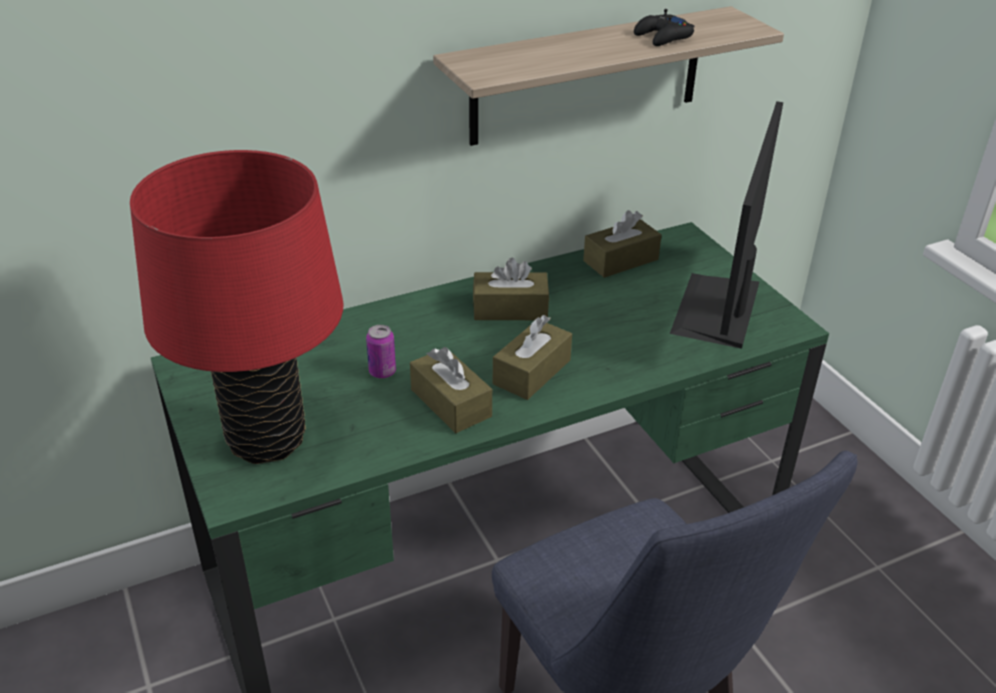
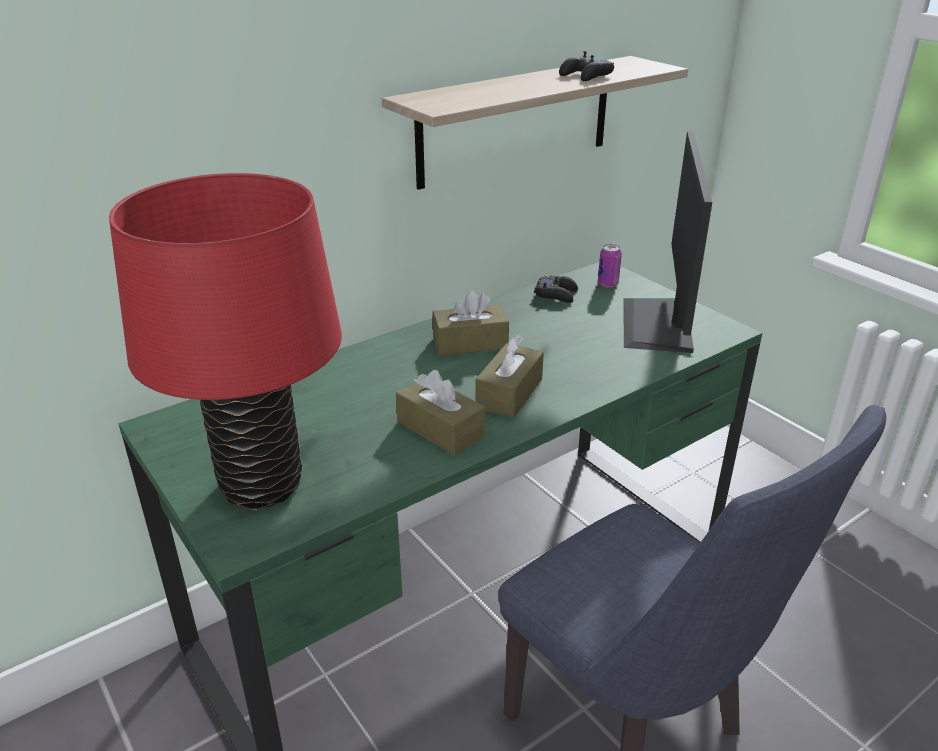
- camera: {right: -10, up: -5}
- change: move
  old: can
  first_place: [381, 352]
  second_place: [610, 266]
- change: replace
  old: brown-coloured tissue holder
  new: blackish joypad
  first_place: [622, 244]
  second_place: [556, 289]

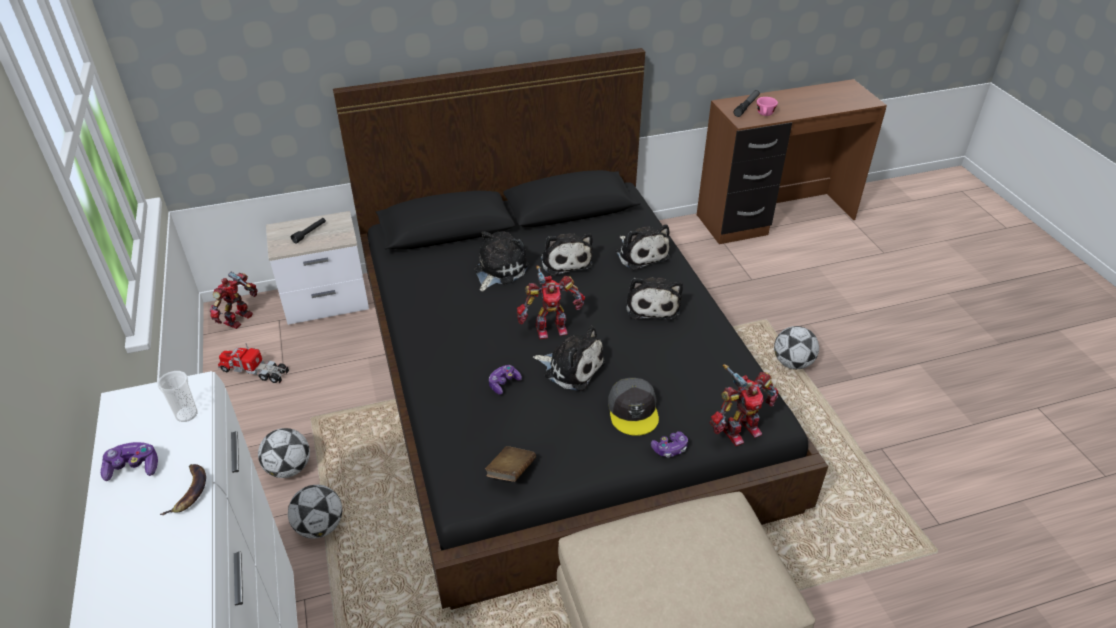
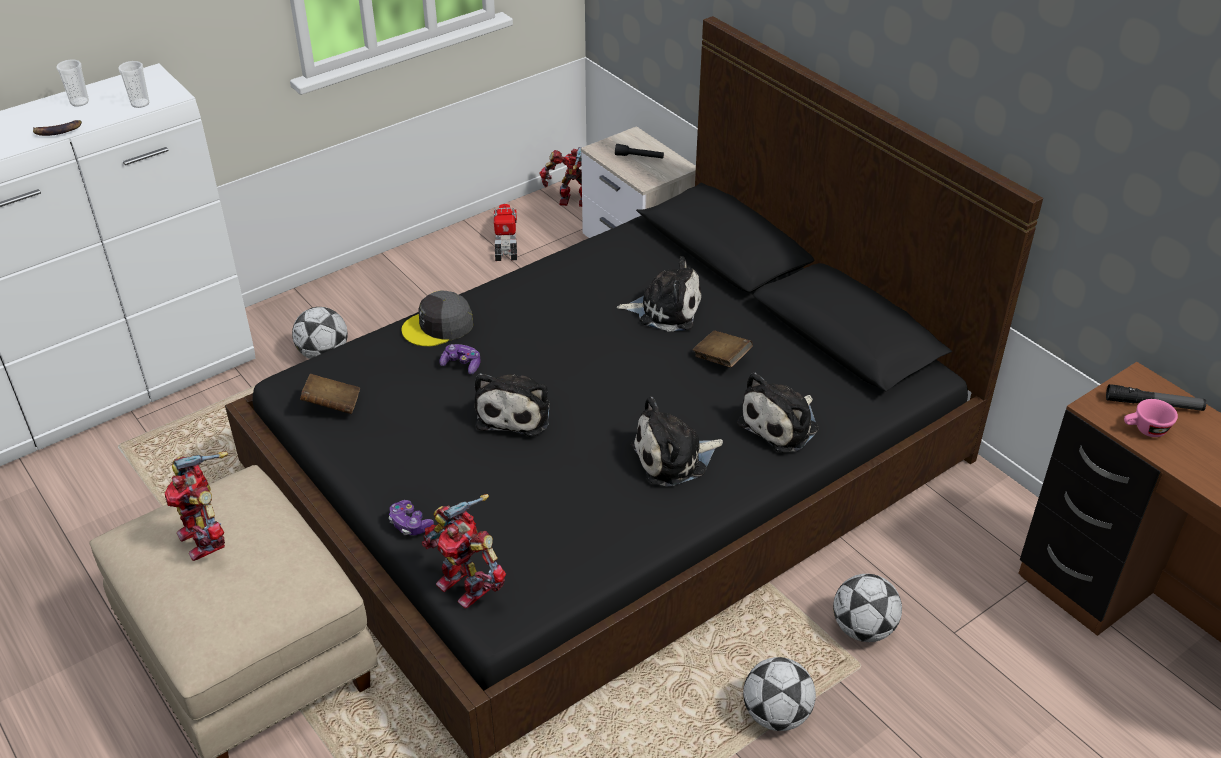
- camera: {right: 70, up: 0}
- change: replace
  old: joypad
  new: drinking cup
  first_place: [129, 461]
  second_place: [73, 83]
- change: move
  old: football ball
  first_place: [284, 453]
  second_place: [867, 608]
- change: move
  old: robot figure
  first_place: [551, 302]
  second_place: [196, 506]
- change: replace
  old: cuddly toy
  new: brown-coloured volume
  first_place: [567, 254]
  second_place: [723, 349]
- change: move
  old: greyish baseball cap
  first_place: [633, 407]
  second_place: [437, 318]

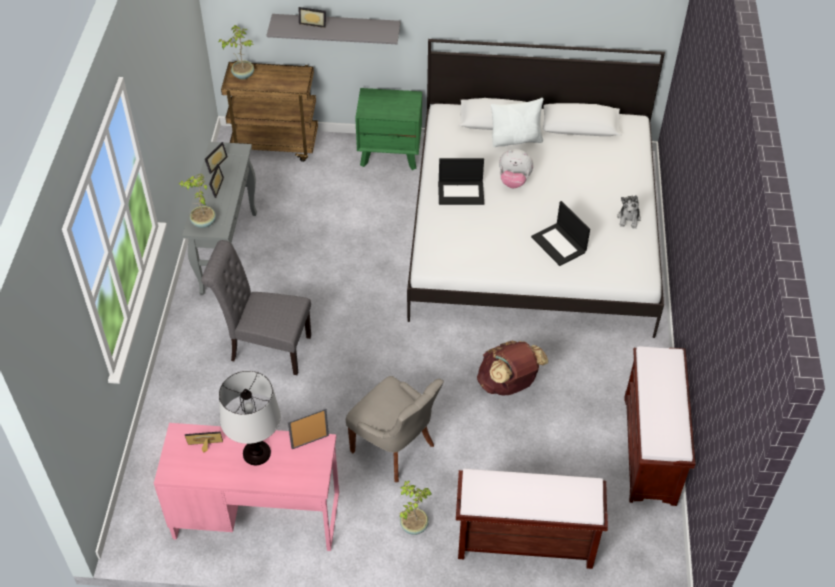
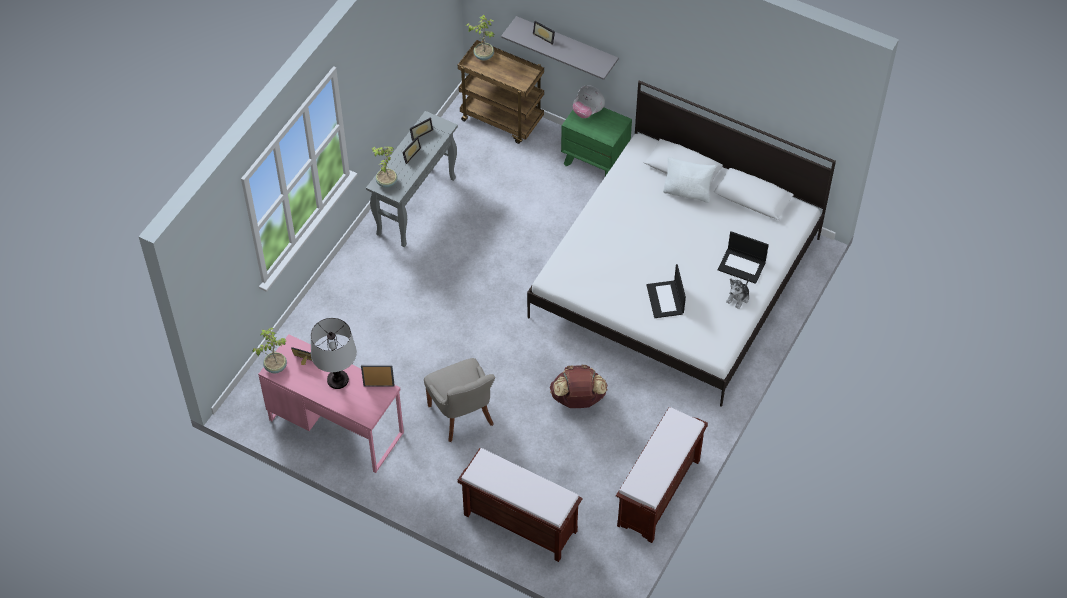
- camera: {right: 25, up: 5}
- change: delete
  old: greyish plain chair
  first_place: [256, 307]
- change: move
  old: plant in a pot
  first_place: [415, 507]
  second_place: [270, 350]
- change: move
  old: portable computer
  first_place: [461, 181]
  second_place: [743, 257]
- change: move
  old: cuddly toy
  first_place: [516, 168]
  second_place: [589, 101]

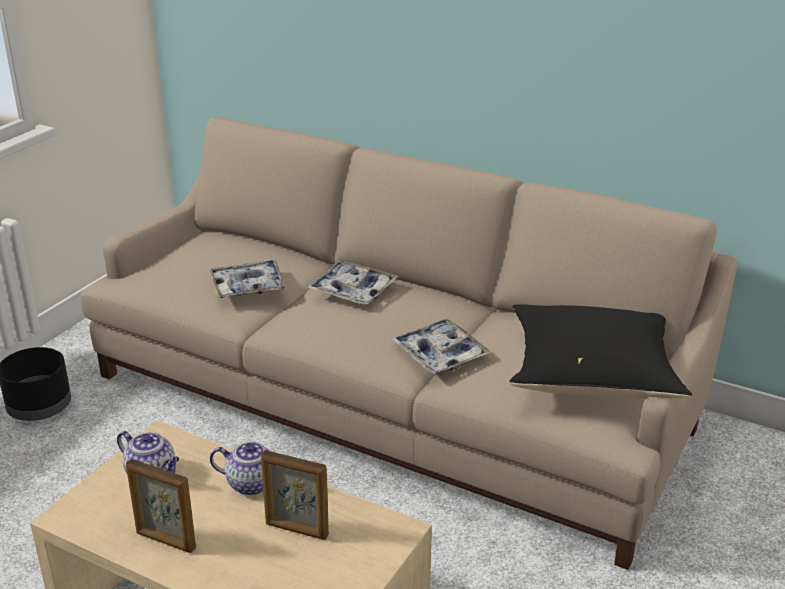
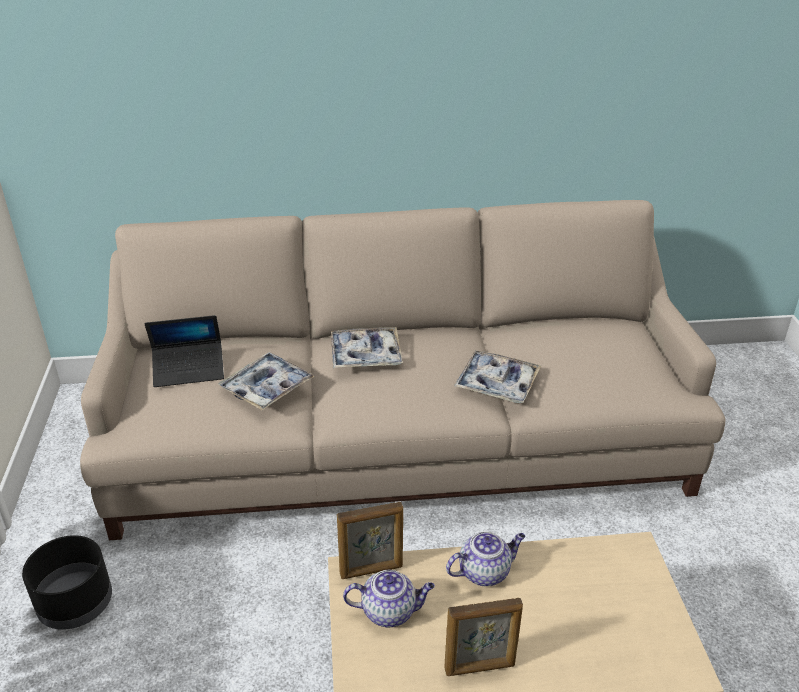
- camera: {right: -35, up: 5}
- change: move
  old: standing frame
  first_place: [295, 495]
  second_place: [370, 540]
- change: delete
  old: blackish throw pillow
  first_place: [600, 351]
- change: insert
  new: portable computer
  second_place: [184, 351]

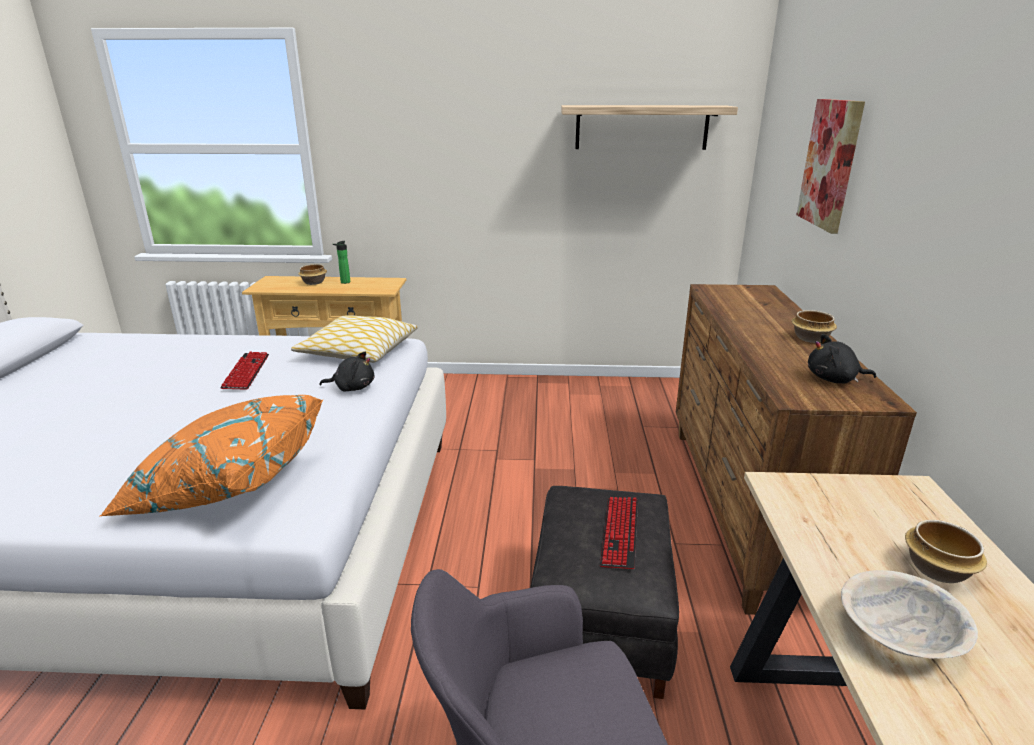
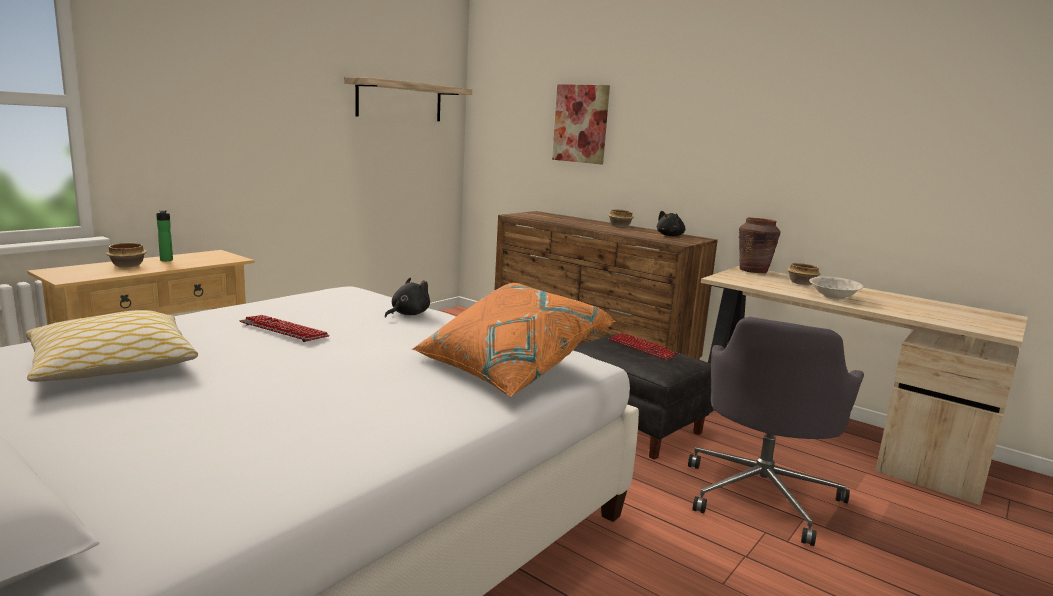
- camera: {right: -55, up: -10}
- change: move
  old: throw pillow
  first_place: [354, 339]
  second_place: [112, 346]
- change: insert
  new: brown-coloured flower vase
  second_place: [760, 245]

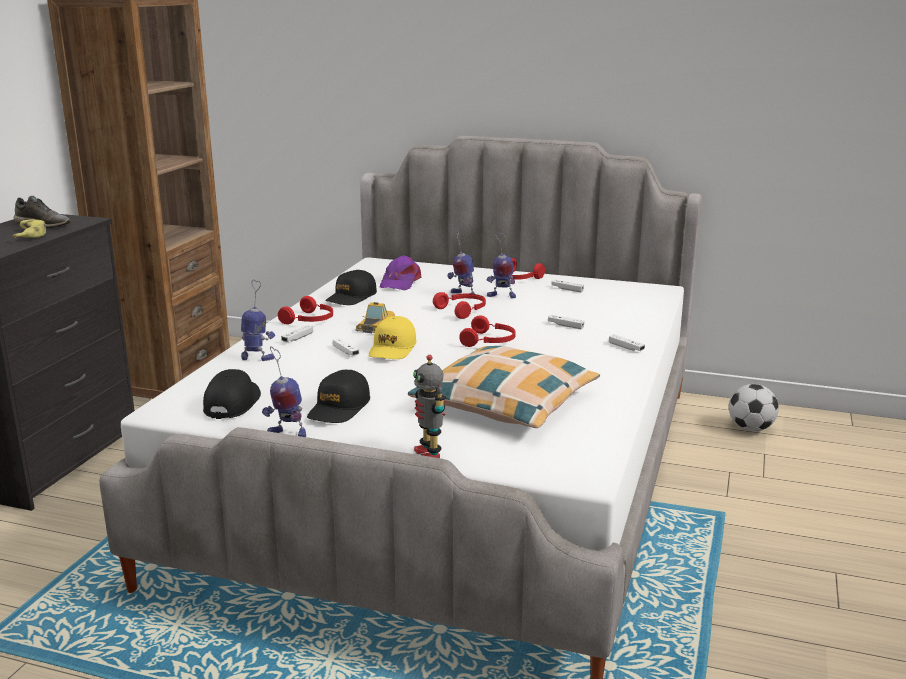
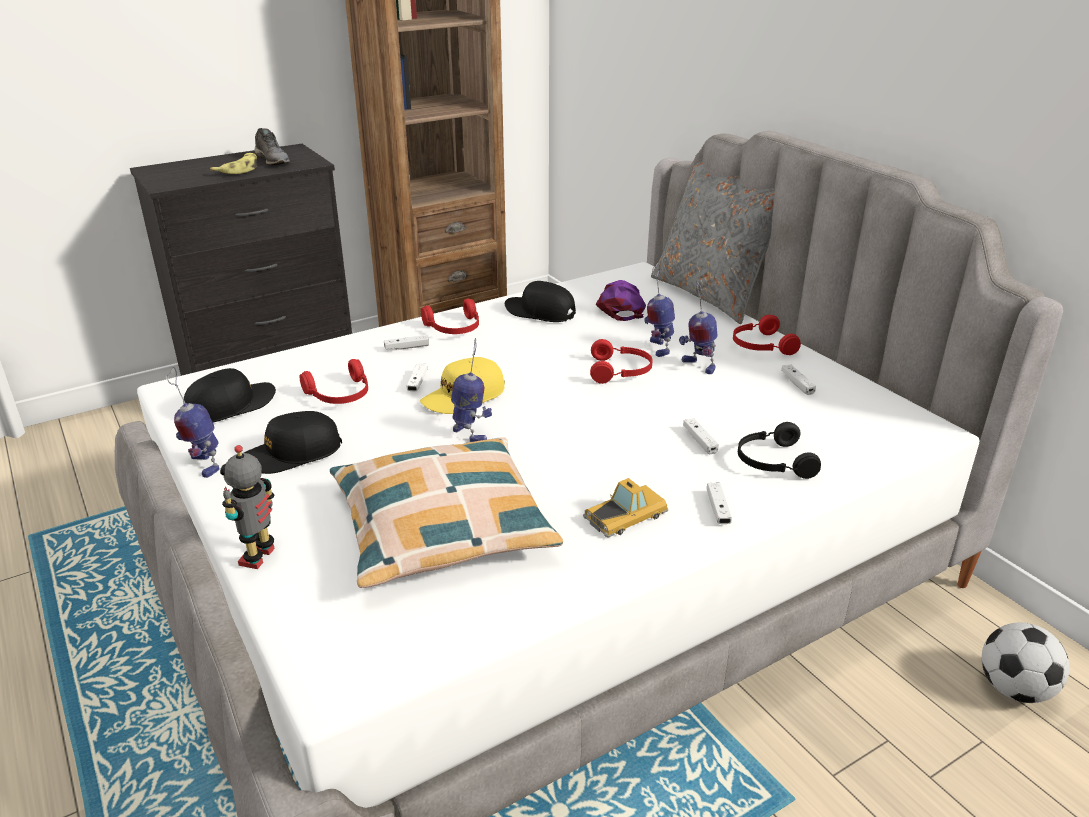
- camera: {right: 40, up: 10}
- change: move
  old: robot figure
  first_place: [258, 320]
  second_place: [471, 390]
- change: rotate
  old: blackish baseball cap
  first_place: [351, 287]
  second_place: [540, 301]
  degrees: 45
- change: move
  old: model car
  first_place: [375, 317]
  second_place: [625, 508]
- change: rotate
  old: purple baseball cap
  first_place: [400, 272]
  second_place: [621, 300]
  degrees: 120
- change: move
  old: red-coloured headset
  first_place: [487, 331]
  second_place: [334, 381]
- change: insert
  new: greyish throw pillow
  second_place: [713, 239]
- change: insert
  new: blackish headset
  second_place: [779, 450]

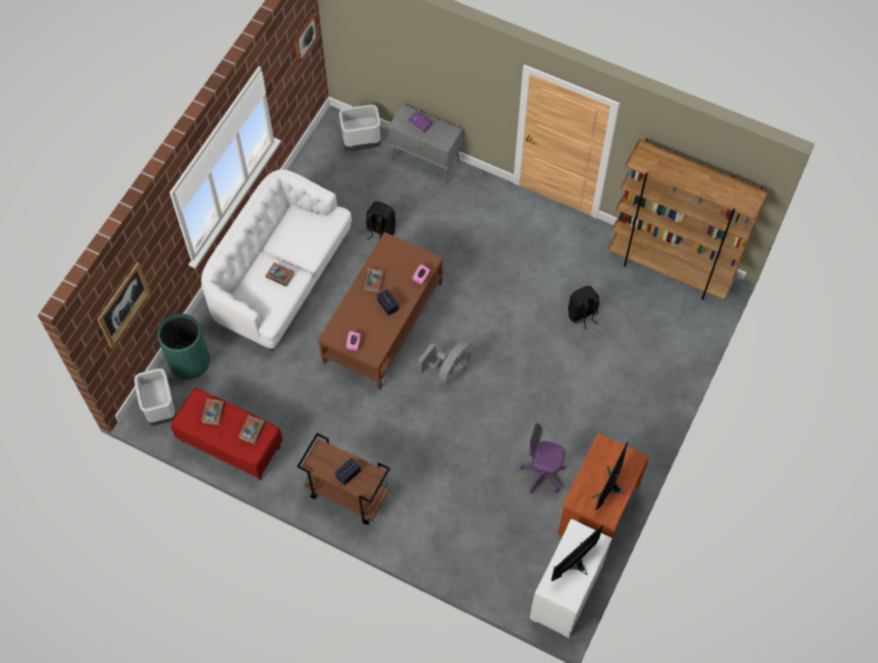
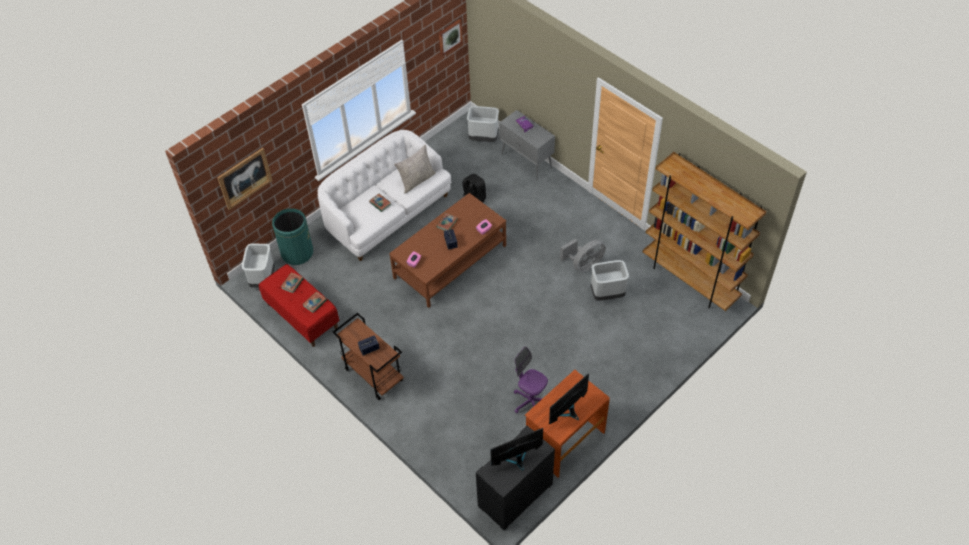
- camera: {right: 20, up: -10}
- change: move
  old: greyish cooling fan
  first_place: [445, 362]
  second_place: [583, 255]
- change: recolor
  old: whitish chest of drawers
  new: blackish chest of drawers
  first_place: [571, 578]
  second_place: [515, 478]
- change: replace
  old: blackish backpack
  new: greyish rubbish bin
  first_place: [583, 308]
  second_place: [610, 280]
- change: insert
  new: greyish throw pillow
  second_place: [415, 169]

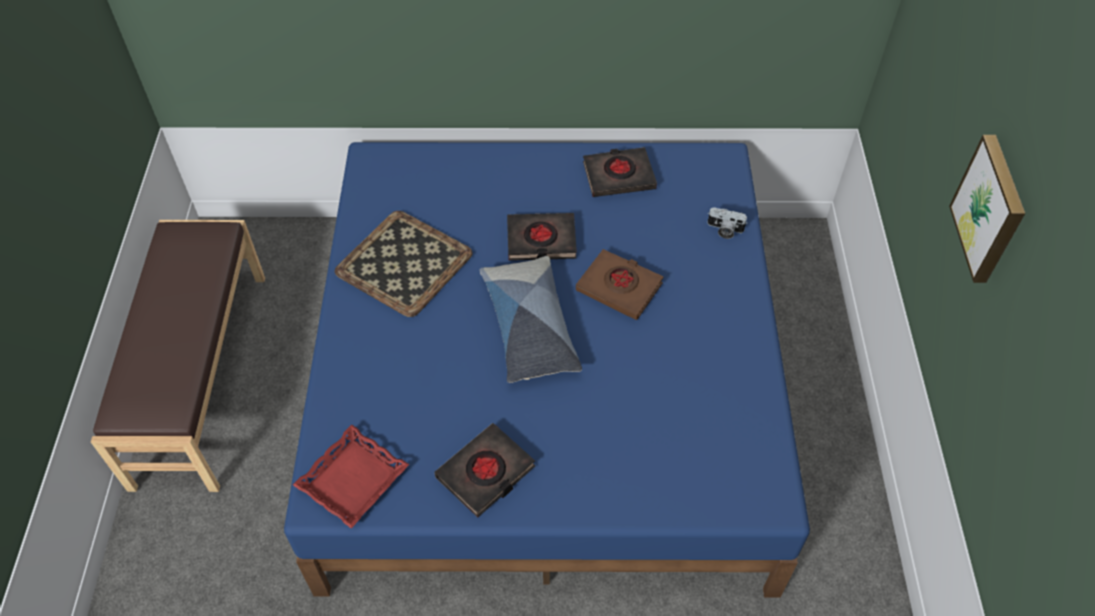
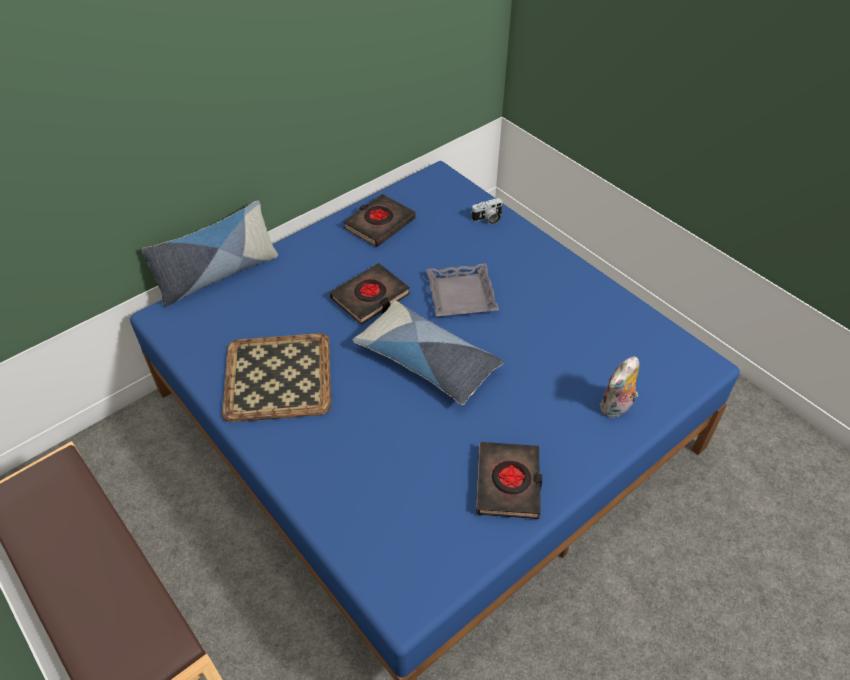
- camera: {right: -40, up: -5}
- change: delete
  old: red-coloured serving tray
  first_place: [351, 476]
- change: replace
  old: brown-coloured volume
  new: greyish serving tray
  first_place: [620, 284]
  second_place: [462, 290]
- change: delete
  old: wall art
  first_place: [987, 209]
- change: insert
  new: throw pillow
  second_place: [209, 254]
- change: insert
  new: cuddly toy
  second_place: [619, 387]

